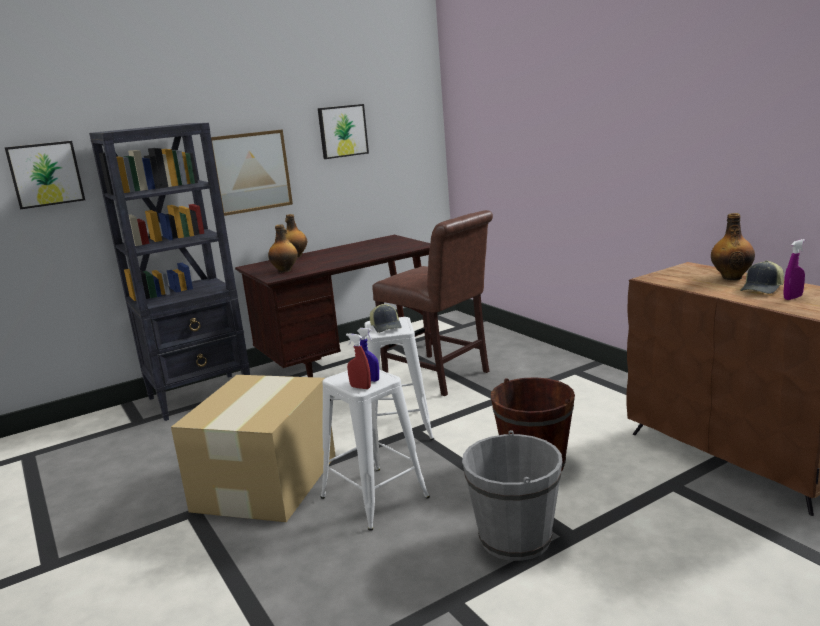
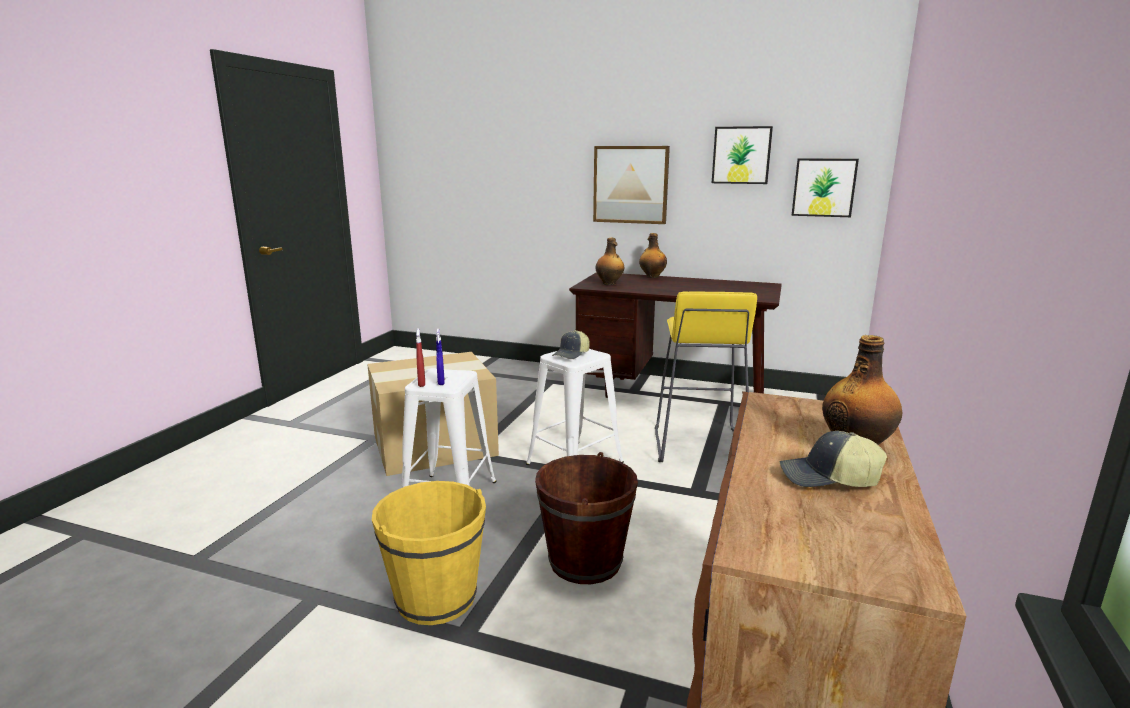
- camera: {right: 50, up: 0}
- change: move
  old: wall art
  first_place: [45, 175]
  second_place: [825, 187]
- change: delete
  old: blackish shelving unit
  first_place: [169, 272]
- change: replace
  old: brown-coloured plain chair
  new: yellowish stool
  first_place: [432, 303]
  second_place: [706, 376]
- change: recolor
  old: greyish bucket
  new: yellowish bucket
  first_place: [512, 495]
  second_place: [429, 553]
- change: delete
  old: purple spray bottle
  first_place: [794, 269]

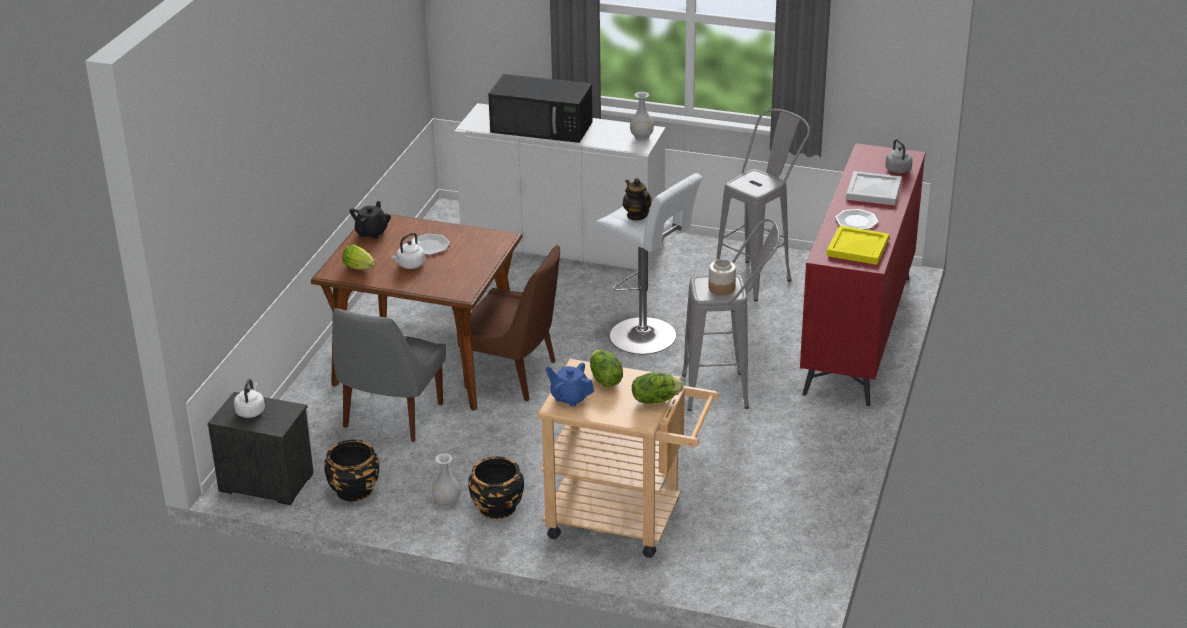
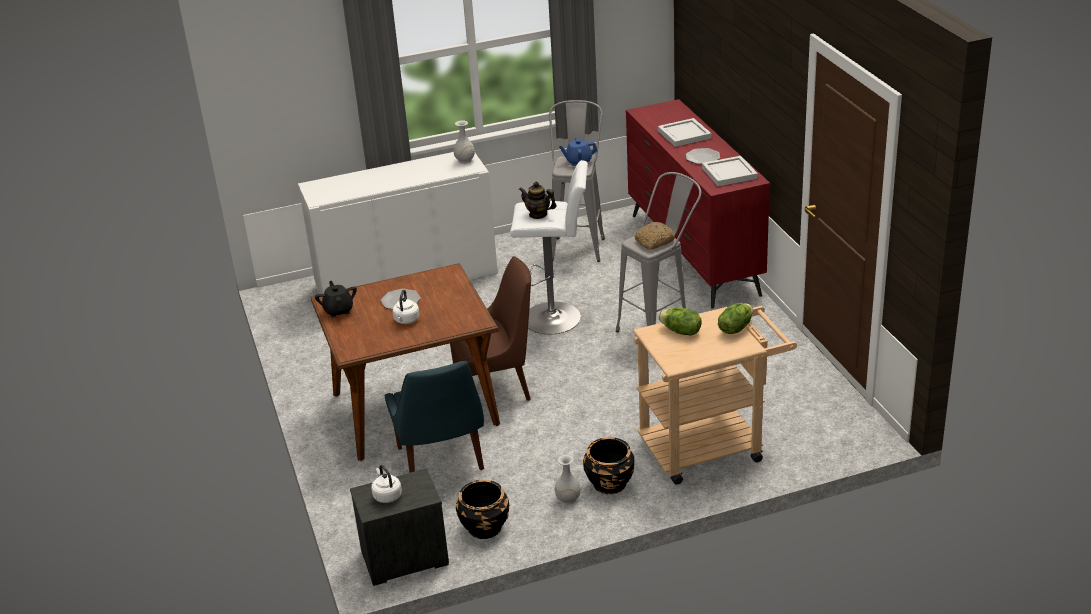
- camera: {right: -35, up: 0}
- change: recolor
  old: greyish plain chair
  new: blue-coloured plain chair
  first_place: [389, 375]
  second_place: [434, 417]
- change: delete
  old: lettuce head
  first_place: [359, 257]
- change: delete
  old: blackish microwave
  first_place: [540, 108]
- change: move
  old: blue-coloured tea pot
  first_place: [569, 385]
  second_place: [578, 151]
- change: replace
  old: storage jar
  new: bakery bread
  first_place: [722, 277]
  second_place: [654, 236]
- change: recolor
  old: yellowish serving tray
  new: whitish serving tray
  first_place: [858, 245]
  second_place: [730, 171]
- change: delete
  old: greyish kettle
  first_place: [899, 156]

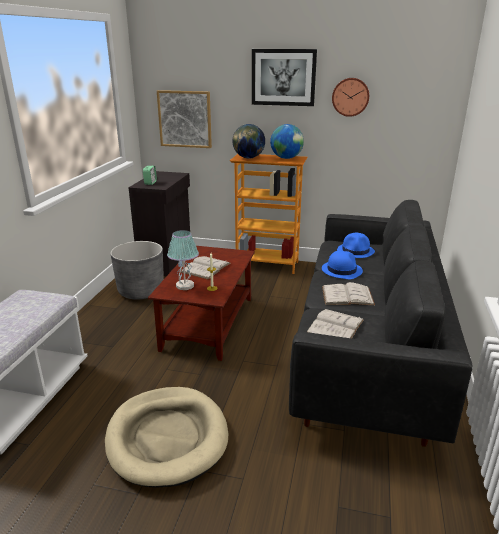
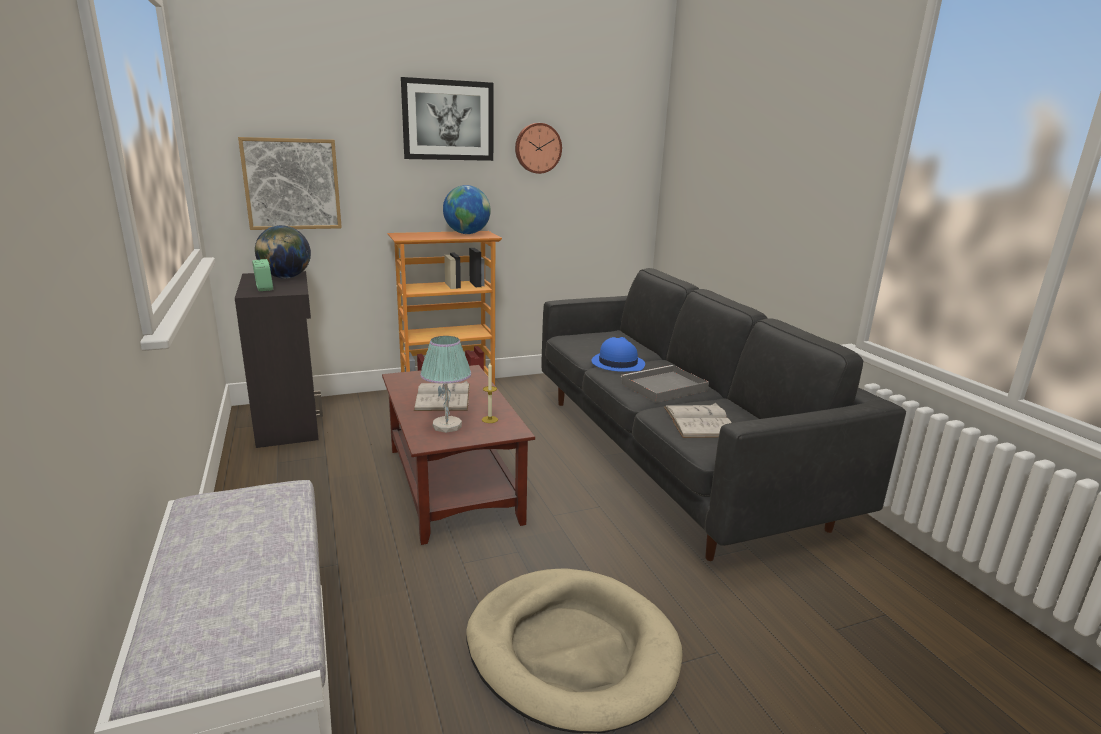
- camera: {right: -35, up: -5}
- change: delete
  old: greyish planter
  first_place: [137, 270]
- change: move
  old: globe
  first_place: [248, 141]
  second_place: [283, 252]
- change: replace
  old: whitish volume
  new: greyish serving tray
  first_place: [348, 294]
  second_place: [665, 384]
- change: delete
  old: blue-coloured clothing hat
  first_place: [356, 245]

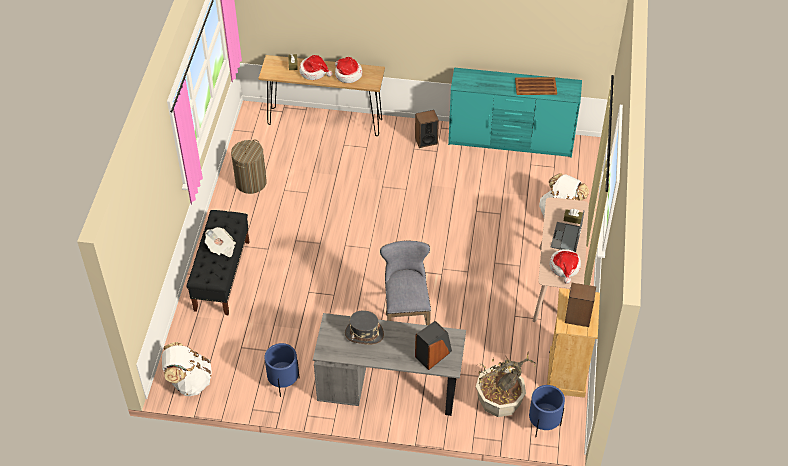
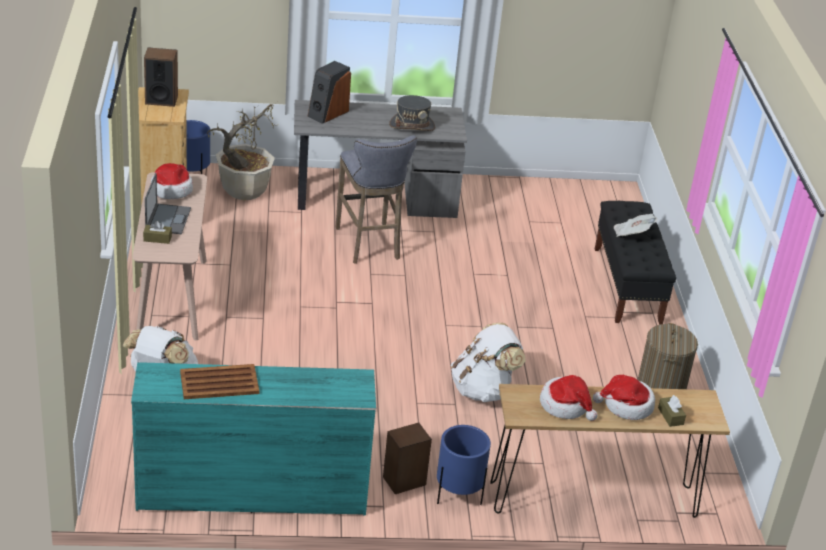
- camera: {right: 165, up: -15}
- change: move
  old: whitish backpack
  first_place: [186, 369]
  second_place: [488, 362]
- change: move
  old: blue-coloured planter
  first_place: [282, 370]
  second_place: [464, 465]

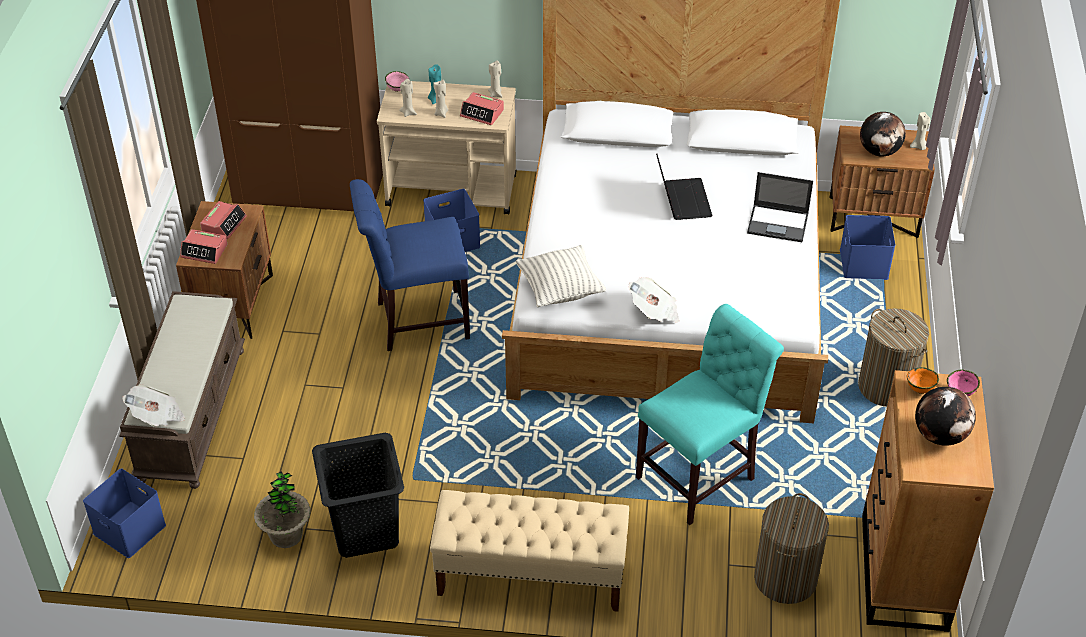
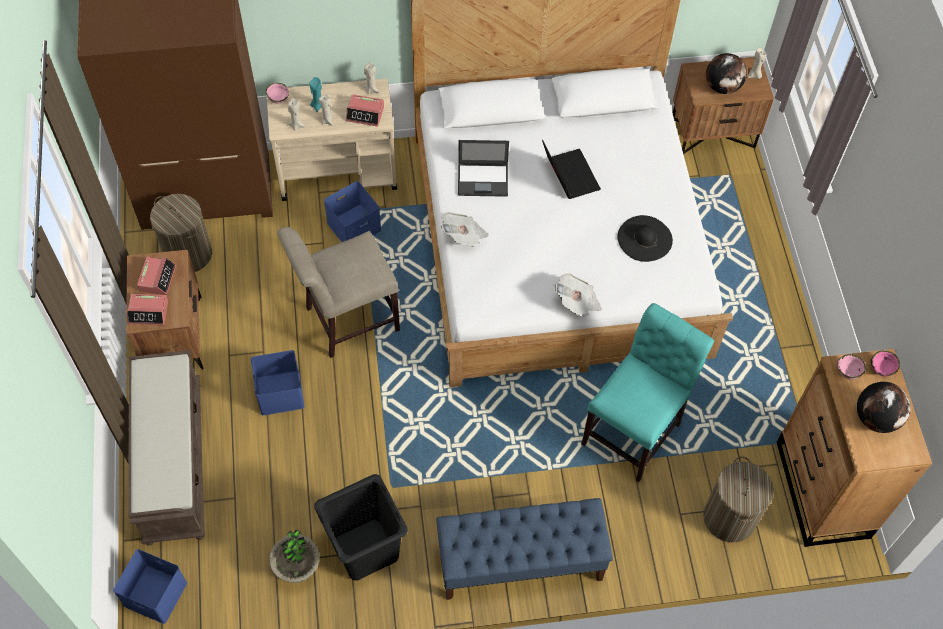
- camera: {right: -15, up: 15}
- change: move
  old: newspaper
  first_place: [154, 406]
  second_place: [465, 229]
- change: recolor
  old: blue-coloured plain chair
  new: beige-coloured plain chair
  first_place: [410, 265]
  second_place: [338, 292]
- change: recolor
  old: beige-coloured long seat
  new: blue-coloured long seat
  first_place: [529, 551]
  second_place: [524, 549]
- change: delete
  old: throw pillow
  first_place: [561, 276]
- change: move
  old: portable computer
  first_place: [780, 207]
  second_place: [483, 168]
- change: move
  old: blue-coloured storage bin
  first_place: [867, 247]
  second_place: [277, 383]
- change: move
  old: washing basket
  first_place: [893, 357]
  second_place: [181, 233]
- change: recolor
  old: orange-coloured bowl
  new: pink bowl
  first_place: [923, 380]
  second_place: [851, 367]
- change: insert
  new: blackish clothing hat
  second_place: [645, 238]

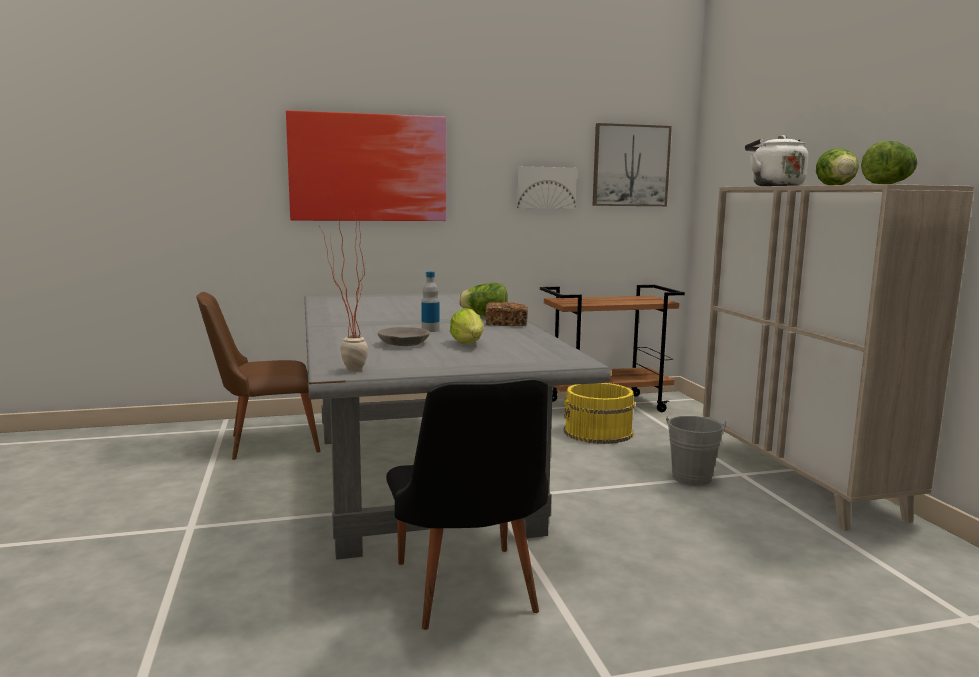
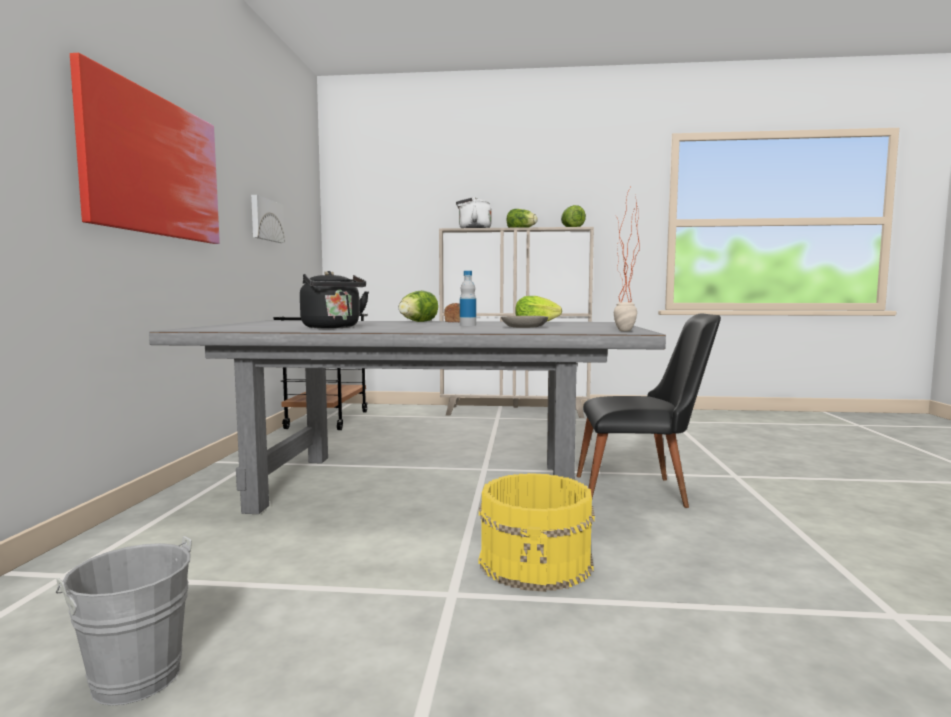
- camera: {right: -70, up: -5}
- change: delete
  old: brown-coloured plain chair
  first_place: [258, 376]
- change: move
  old: yellowish bucket
  first_place: [599, 413]
  second_place: [537, 532]
- change: delete
  old: wall art
  first_place: [632, 164]
- change: move
  old: greyish bucket
  first_place: [696, 450]
  second_place: [124, 621]
- change: insert
  new: blackish kettle
  second_place: [334, 300]

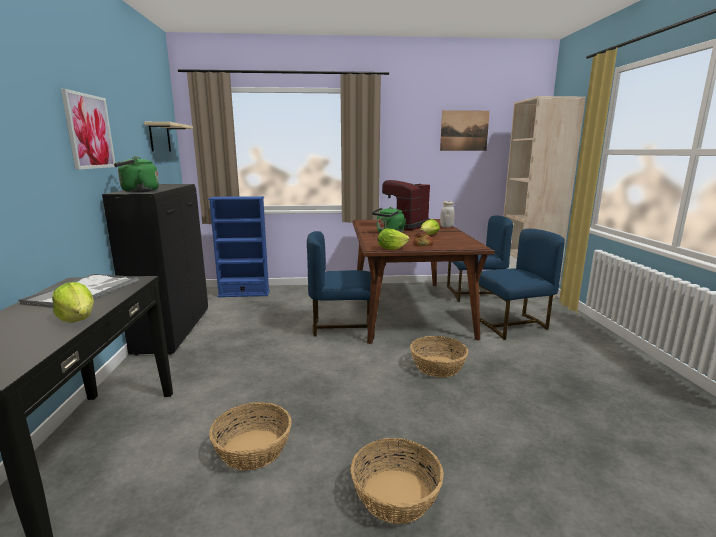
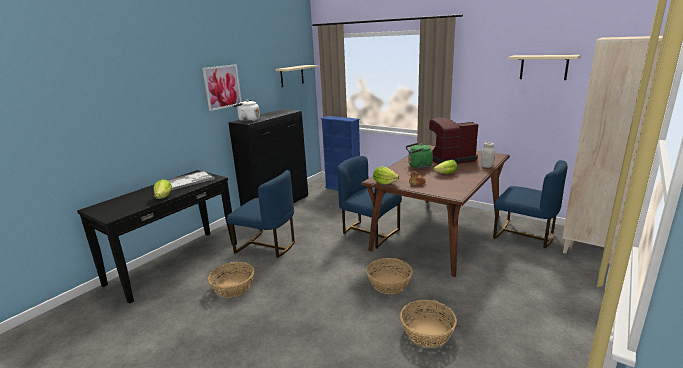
- camera: {right: 40, up: 5}
- change: recolor
  old: green kettle
  new: whitish kettle
  first_place: [136, 174]
  second_place: [246, 111]
- change: move
  old: household basket
  first_place: [397, 481]
  second_place: [428, 324]
- change: replace
  old: wall art
  new: beige-coloured wall shelf
  first_place: [465, 130]
  second_place: [544, 67]
- change: move
  old: blue-coloured plain chair
  first_place: [522, 284]
  second_place: [261, 214]

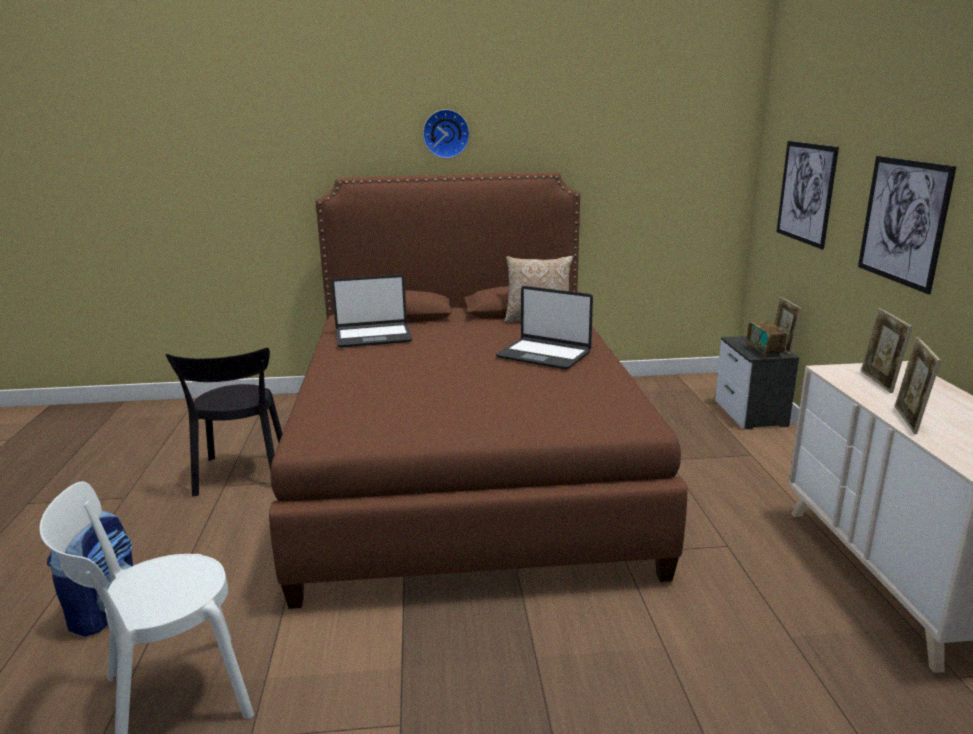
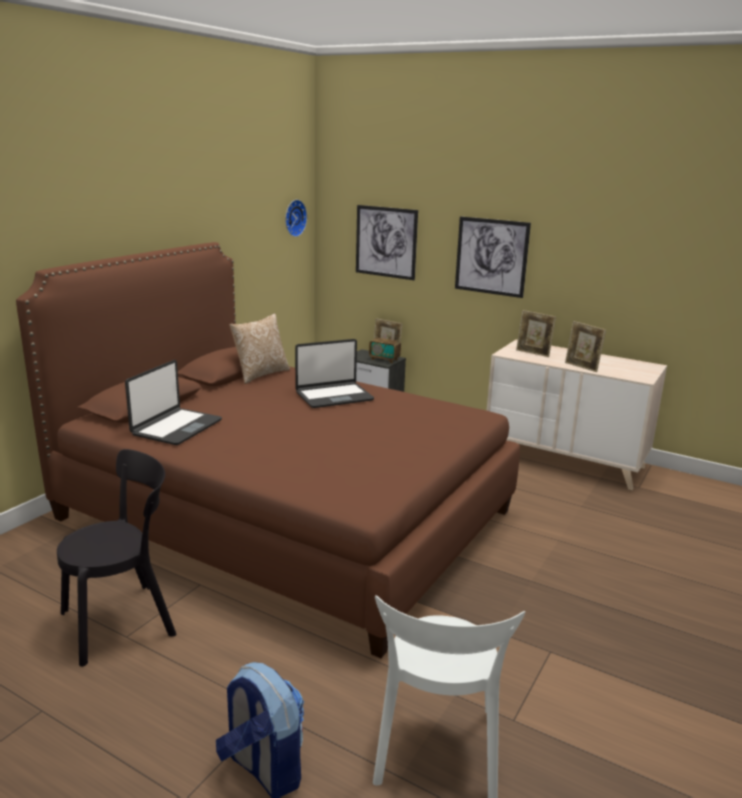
- camera: {right: -55, up: 0}
- change: rotate
  old: blackish plain chair
  first_place: [224, 422]
  second_place: [117, 558]
  degrees: -60
- change: move
  old: hanging clock
  first_place: [446, 133]
  second_place: [296, 218]

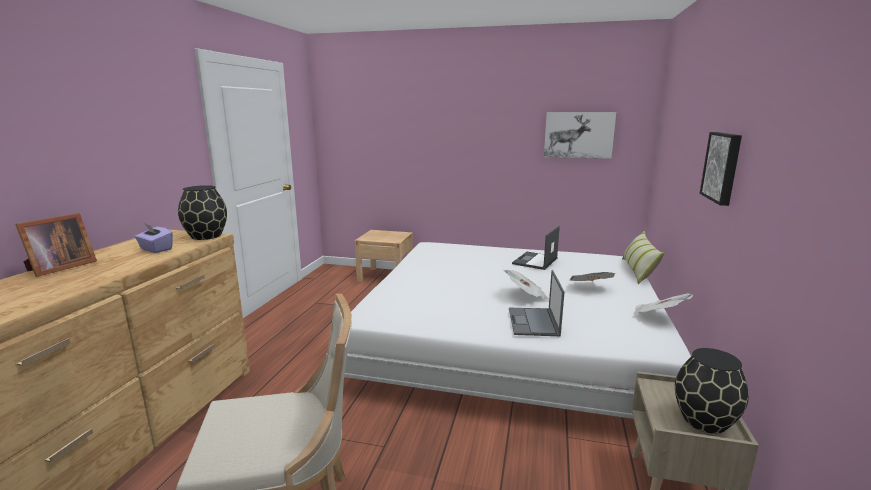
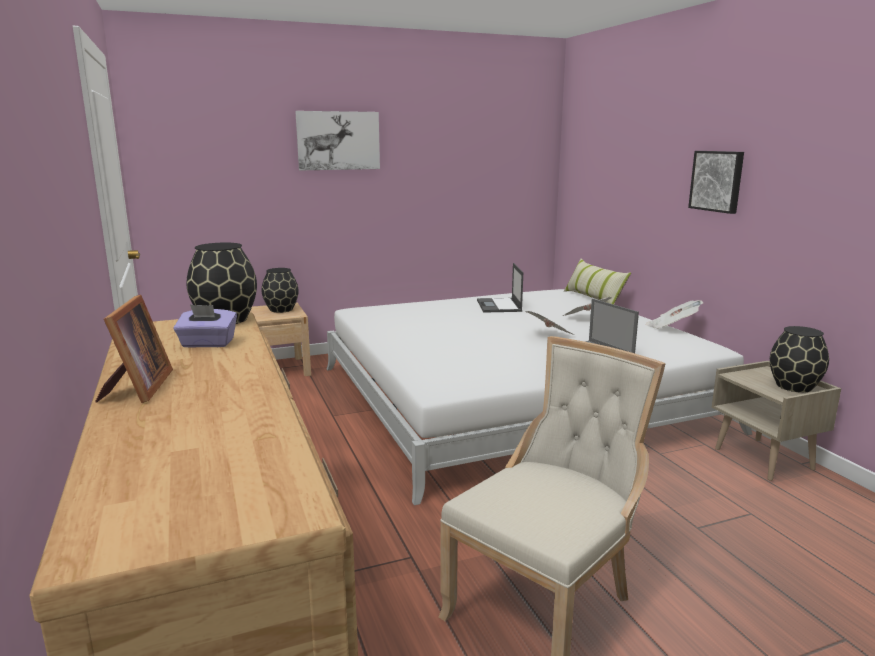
- camera: {right: -35, up: 0}
- change: move
  old: wall art
  first_place: [580, 135]
  second_place: [337, 140]
- change: insert
  new: blackish flower vase
  second_place: [280, 290]

